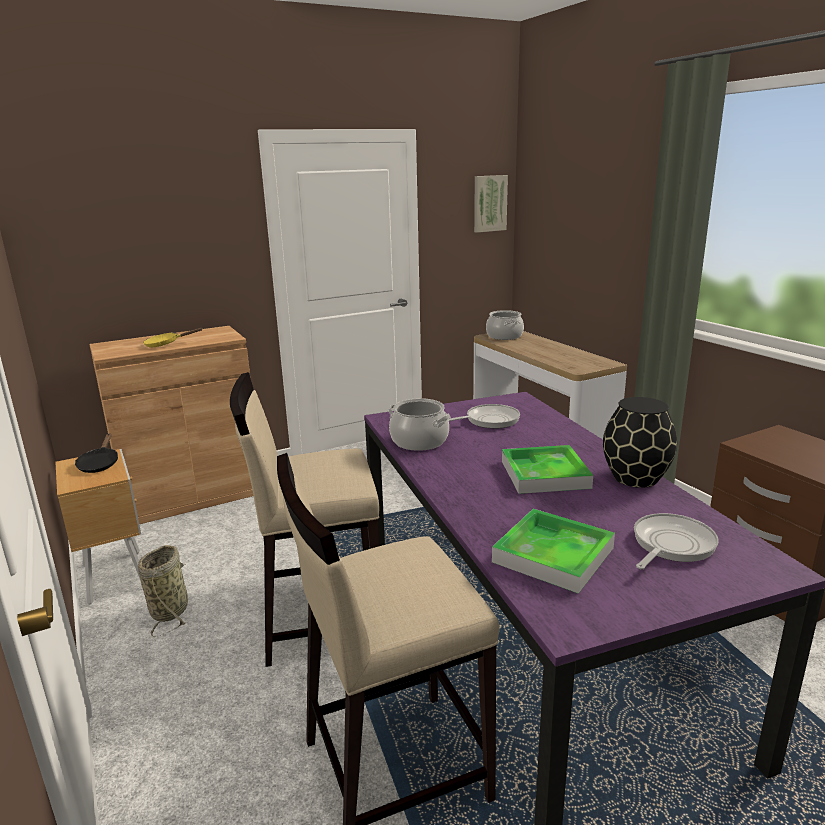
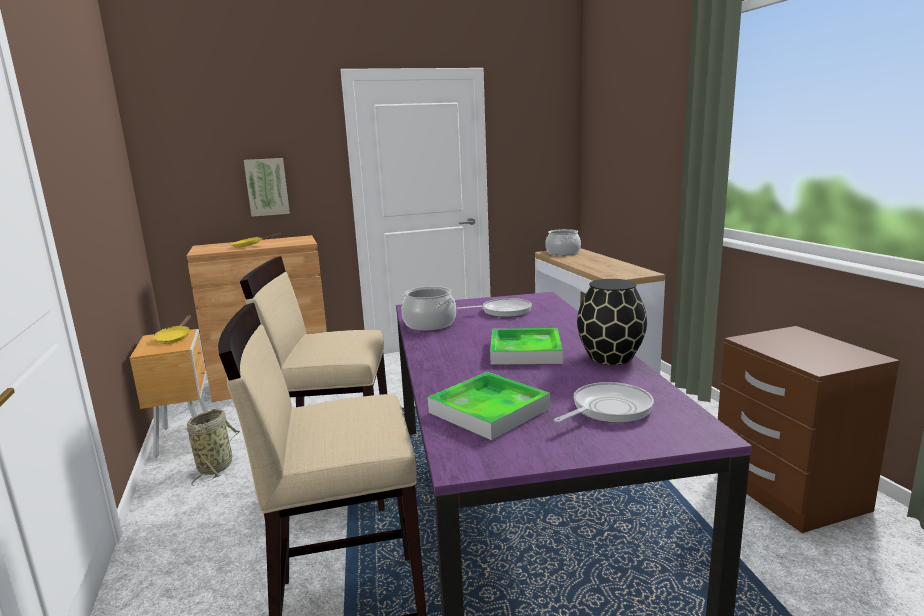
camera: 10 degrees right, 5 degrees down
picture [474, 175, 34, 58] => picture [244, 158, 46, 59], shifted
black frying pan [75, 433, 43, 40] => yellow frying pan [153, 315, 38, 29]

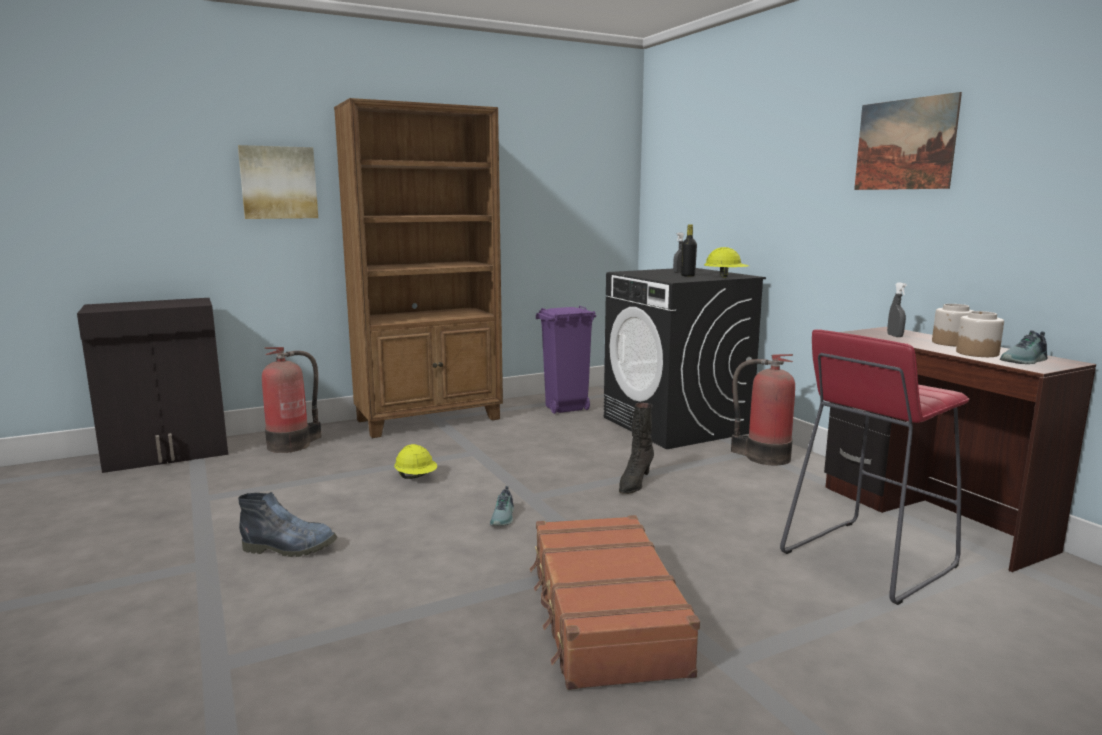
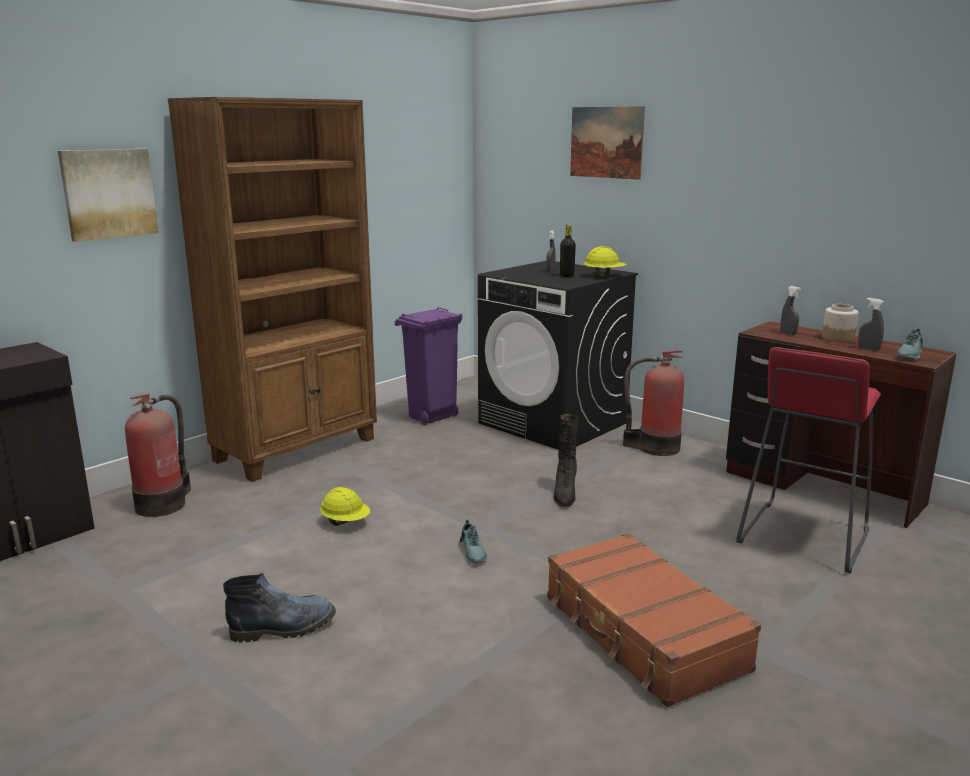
camera: 20 degrees left, 5 degrees up
picture [854, 92, 108, 98] => picture [570, 106, 75, 74], shifted
jar [956, 311, 48, 46] => grey spray bottle [858, 298, 26, 53]

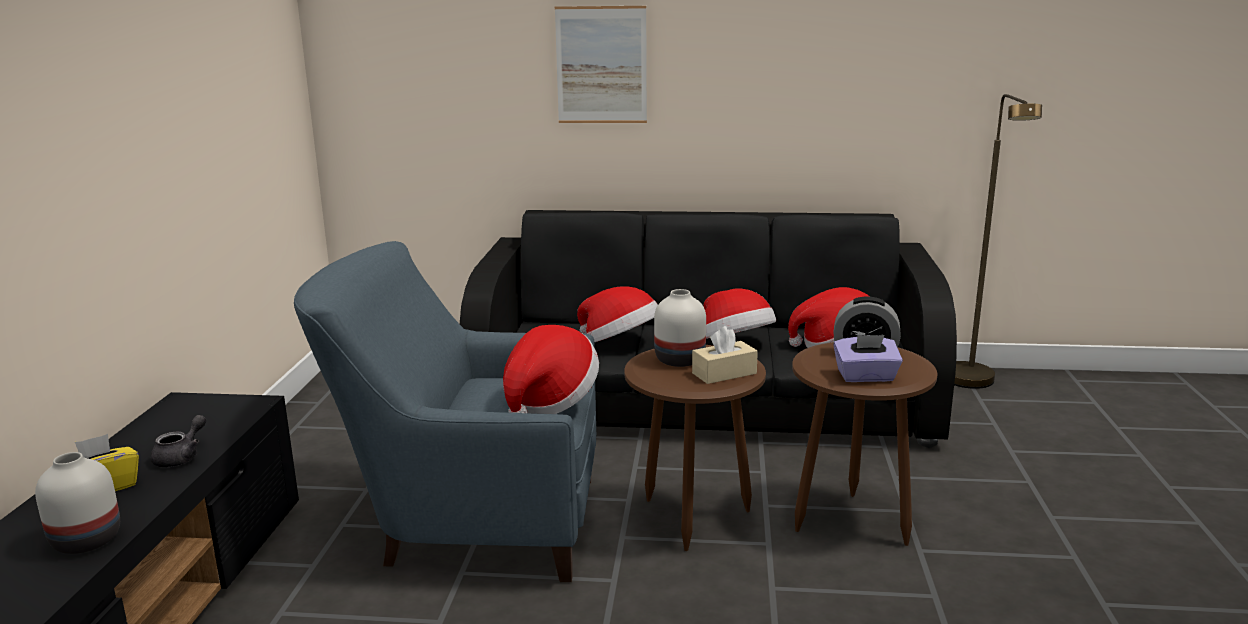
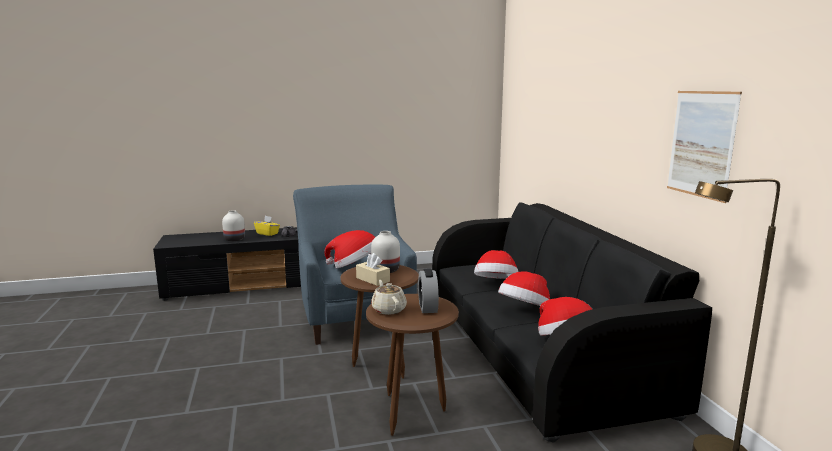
camera: 70 degrees right, 5 degrees down
picture [555, 6, 92, 117] => picture [667, 91, 75, 112], shifted
purple tissue box [833, 334, 70, 48] => beige teapot [371, 280, 36, 35]

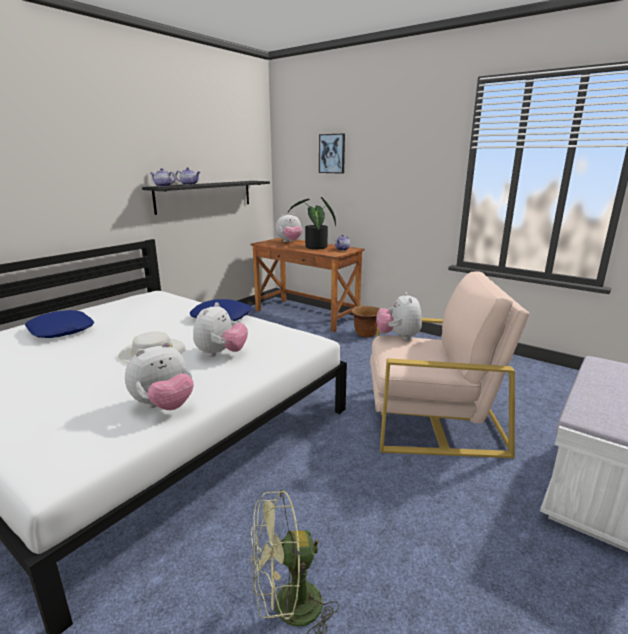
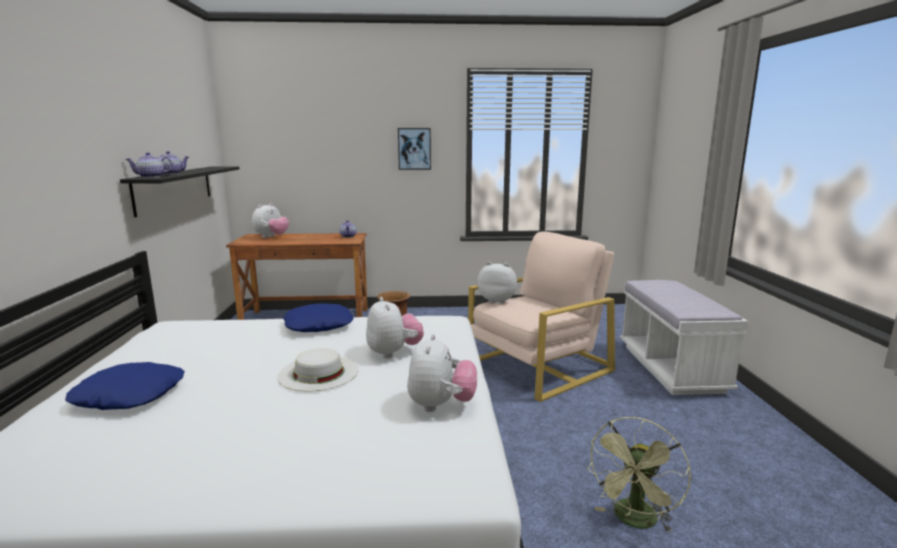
camera: 40 degrees left, 5 degrees down
potted plant [288, 197, 48, 52] => nothing
picture [319, 133, 26, 41] => picture [398, 128, 33, 42], shifted
plush toy [376, 292, 46, 48] => plush toy [477, 262, 40, 42], 150 degrees clockwise

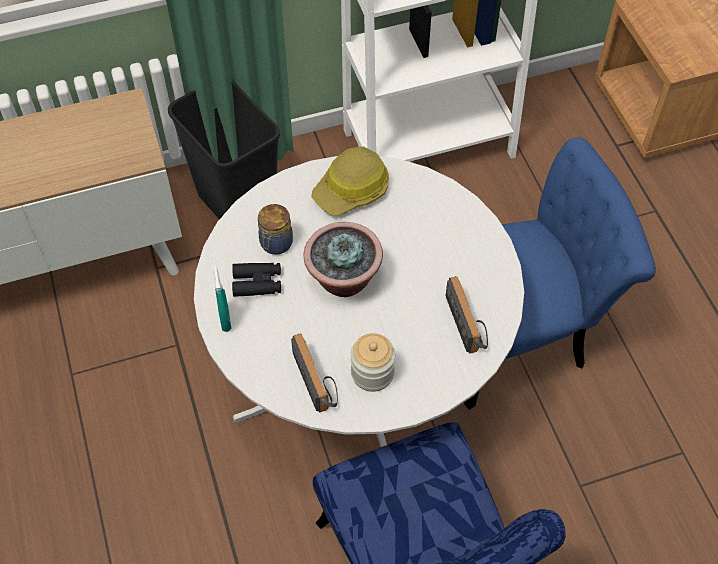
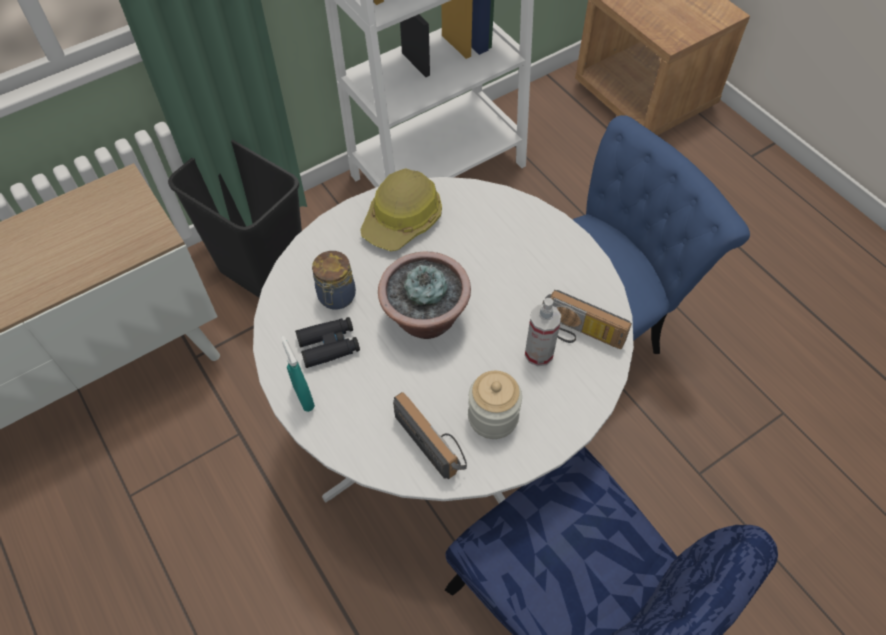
camera: 15 degrees left, 0 degrees up
nothing => spray bottle [525, 298, 36, 68]
radio [445, 276, 43, 78] => radio [542, 290, 90, 59], 150 degrees clockwise

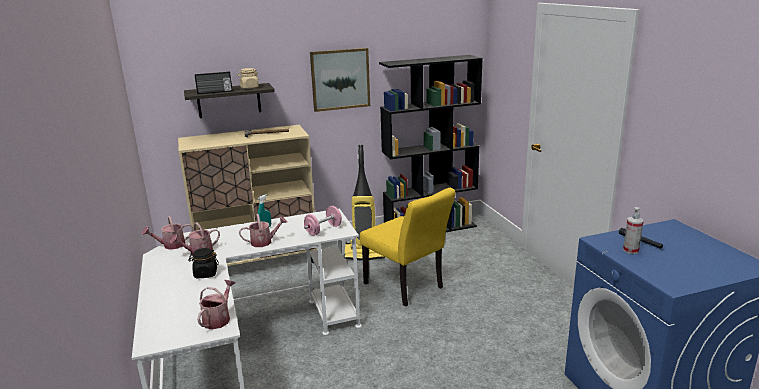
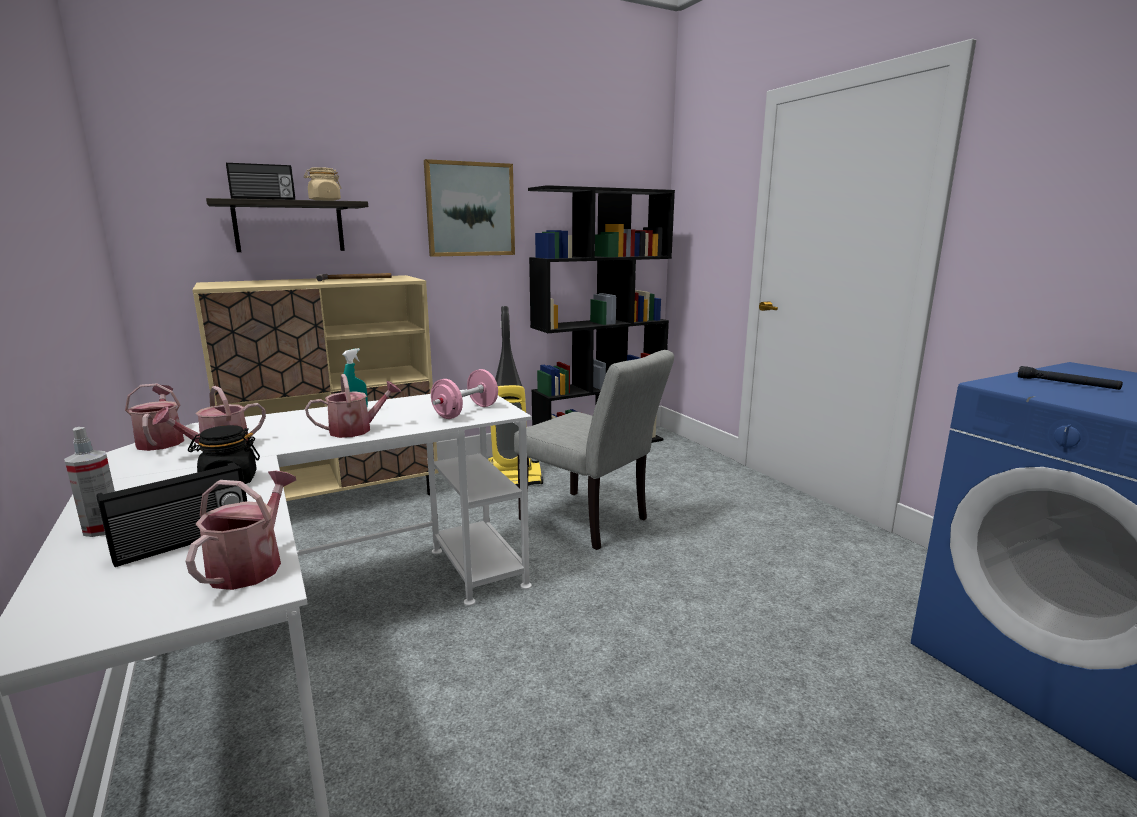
camera: 10 degrees left, 5 degrees down
nothing => radio [97, 462, 150, 105]
spray bottle [623, 207, 21, 47] => spray bottle [64, 427, 51, 110], shifted
yellow chair [360, 188, 96, 119] => grey chair [514, 350, 160, 200]
watering can [142, 216, 51, 34] => watering can [125, 383, 59, 68], 105 degrees clockwise

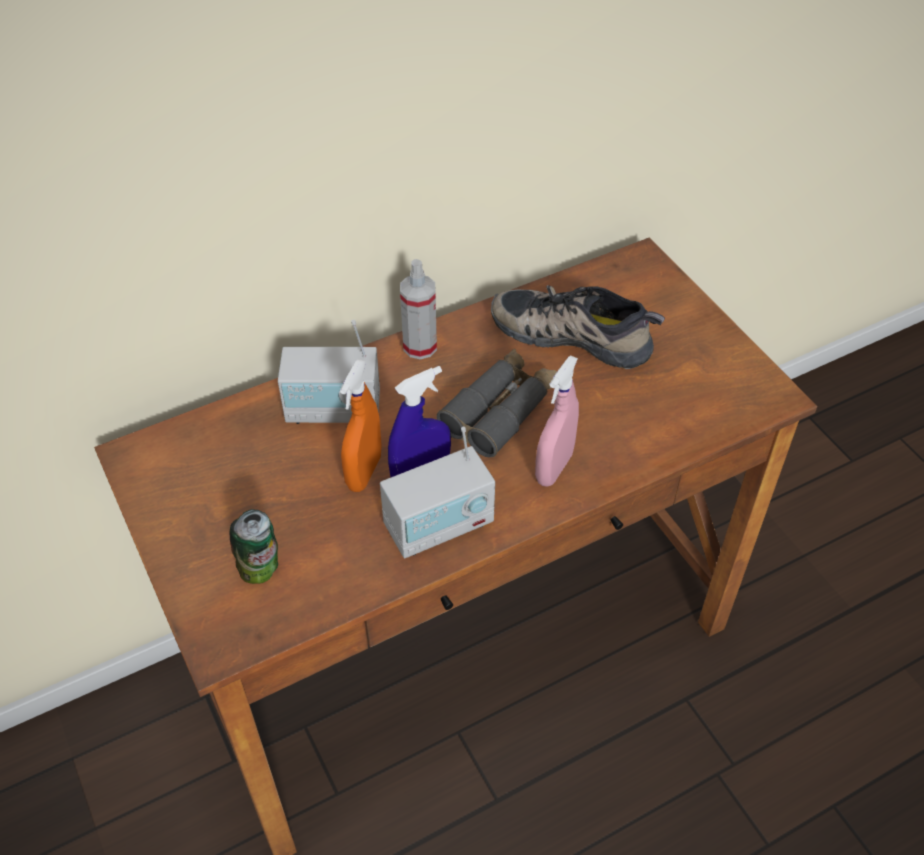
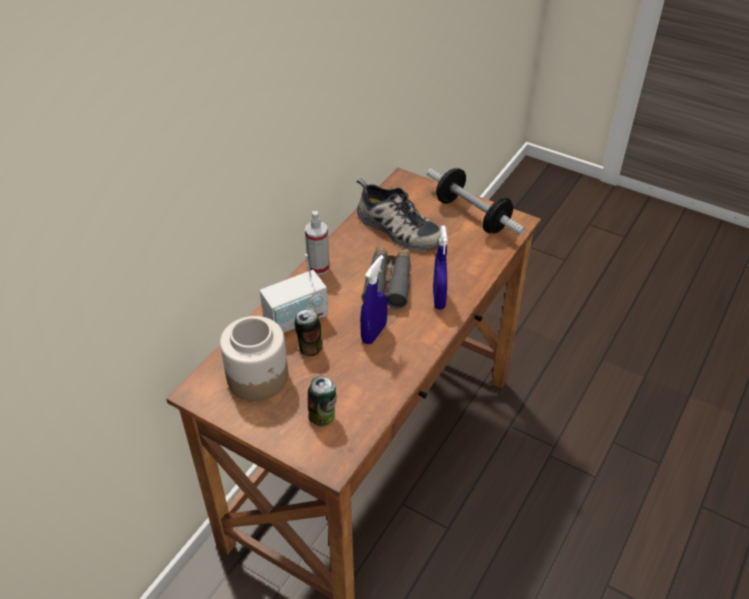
camera: 30 degrees left, 5 degrees down
orange spray bottle [340, 359, 42, 133] => nothing
radio [380, 427, 115, 131] => nothing
nothing => jar [220, 316, 68, 85]
nothing => can [294, 307, 29, 49]
nothing => dumbbell [427, 168, 98, 67]
pink spray bottle [535, 355, 44, 132] => blue spray bottle [433, 226, 15, 84]
shoe [491, 285, 174, 84] => shoe [357, 179, 84, 72], 135 degrees counterclockwise

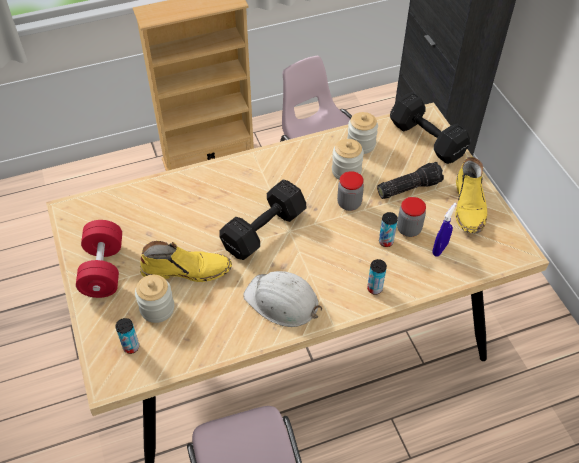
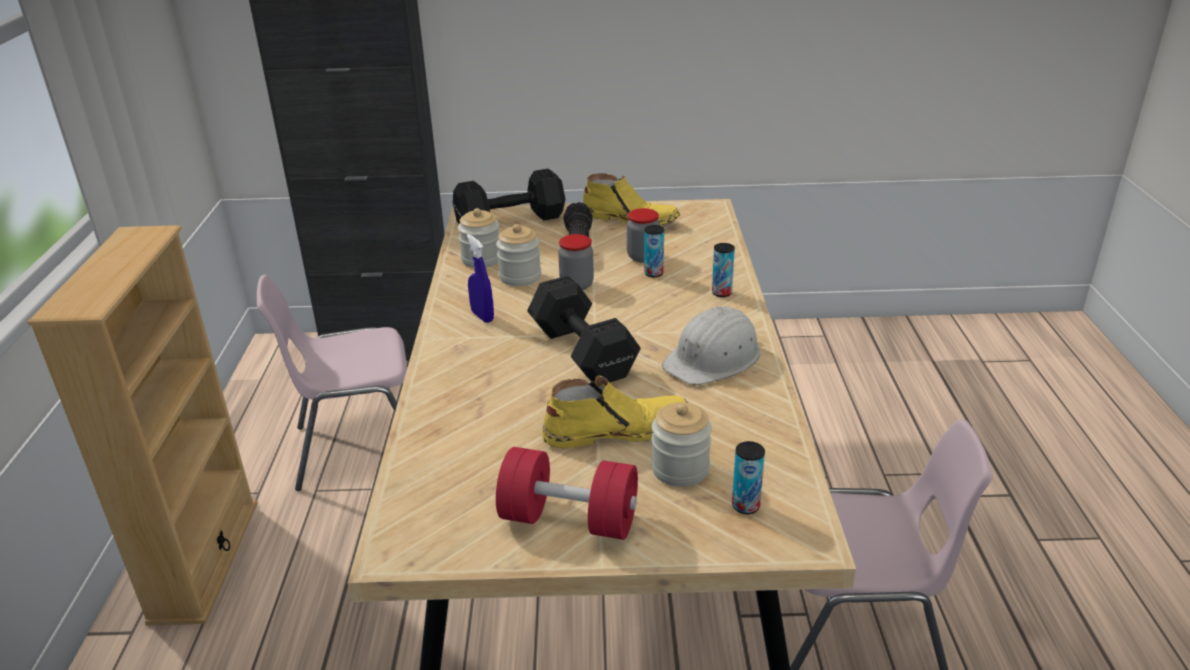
camera: 70 degrees left, 20 degrees down
blue spray bottle [432, 203, 25, 54] => blue spray bottle [467, 234, 27, 89], shifted
yellow boot [140, 241, 92, 41] => yellow boot [542, 376, 146, 72], 60 degrees clockwise

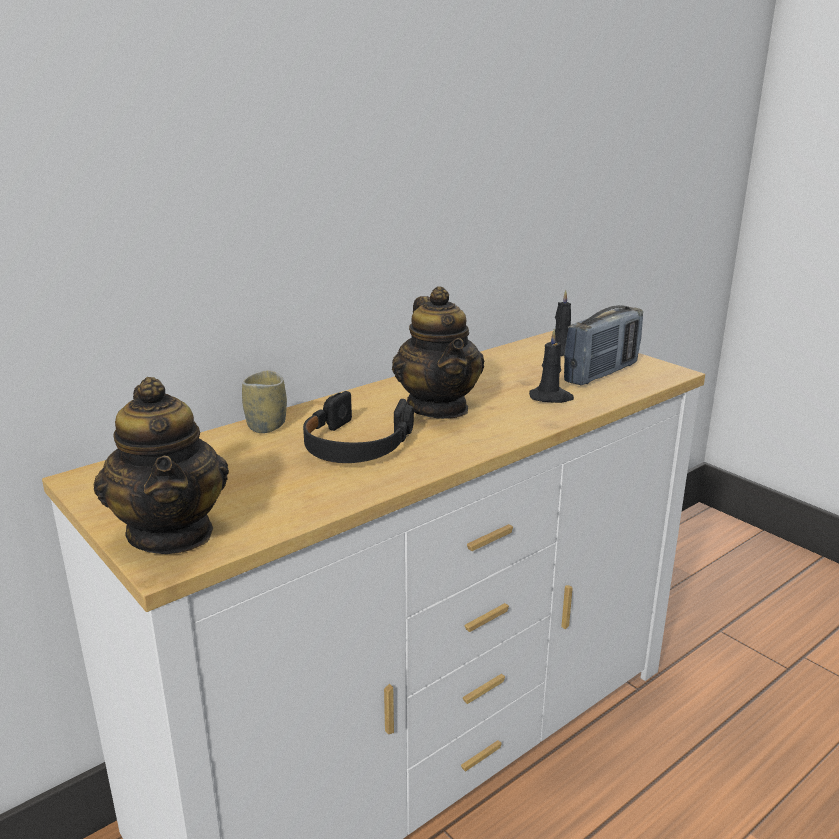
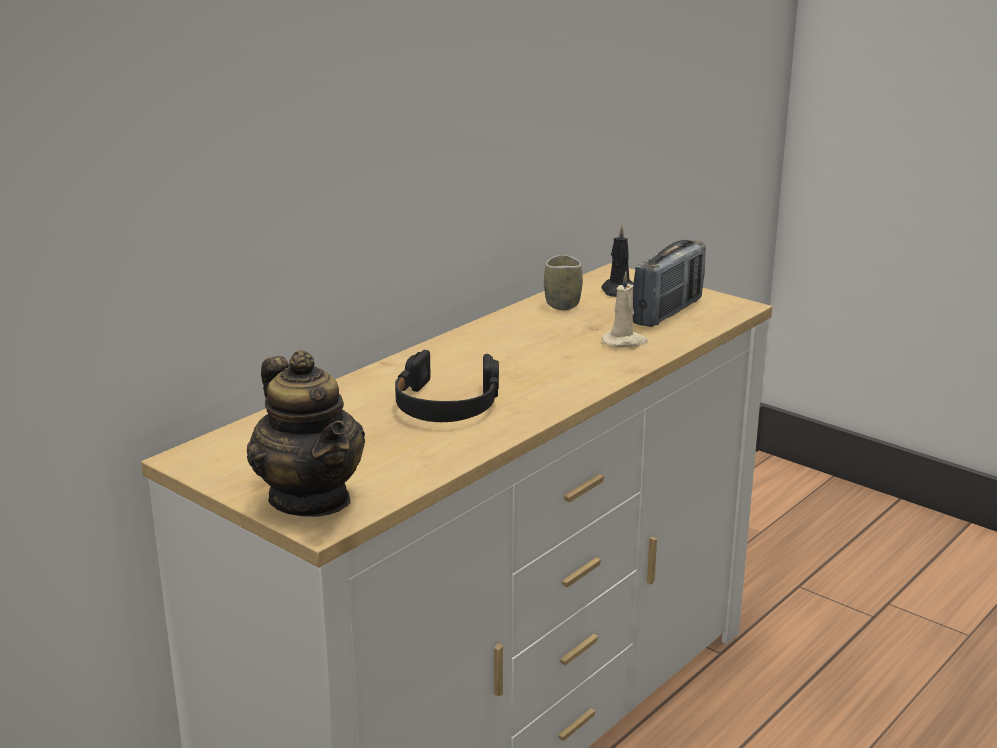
camera: 10 degrees left, 0 degrees up
teapot [392, 286, 92, 133] => nothing
cup [242, 370, 45, 63] => cup [544, 255, 39, 55], shifted
black candle [529, 328, 45, 75] => beige candle [602, 272, 46, 75]

